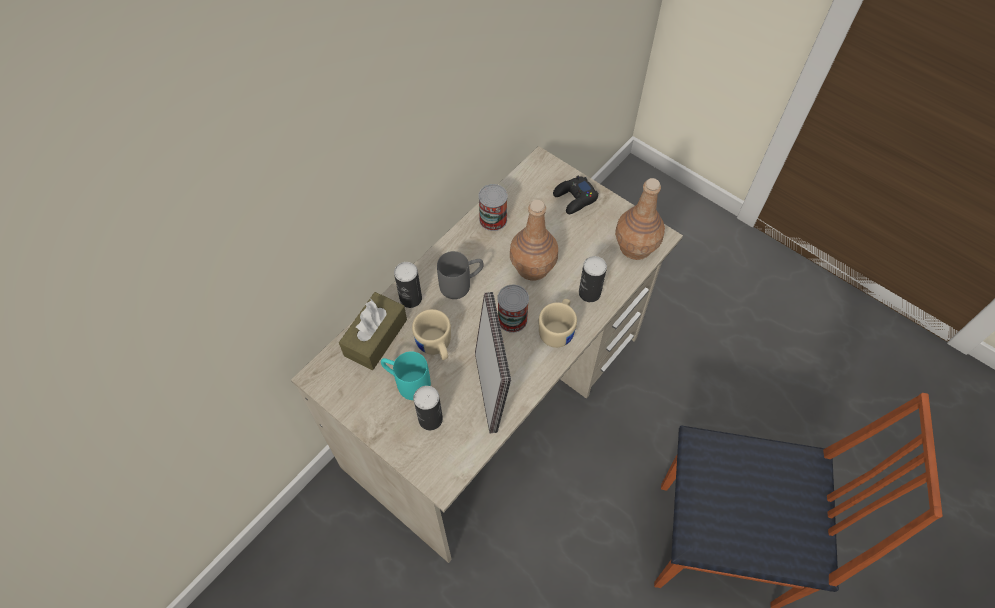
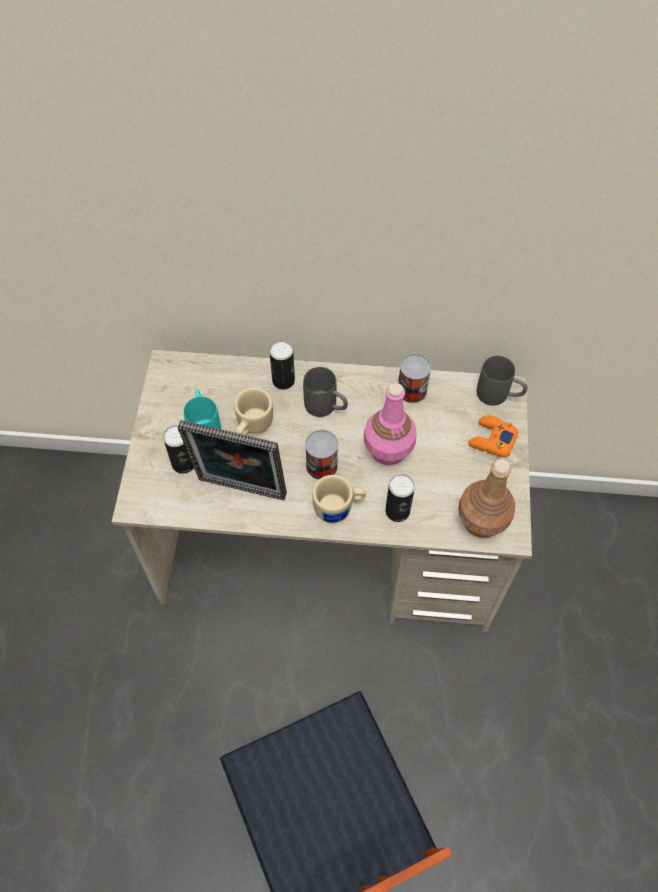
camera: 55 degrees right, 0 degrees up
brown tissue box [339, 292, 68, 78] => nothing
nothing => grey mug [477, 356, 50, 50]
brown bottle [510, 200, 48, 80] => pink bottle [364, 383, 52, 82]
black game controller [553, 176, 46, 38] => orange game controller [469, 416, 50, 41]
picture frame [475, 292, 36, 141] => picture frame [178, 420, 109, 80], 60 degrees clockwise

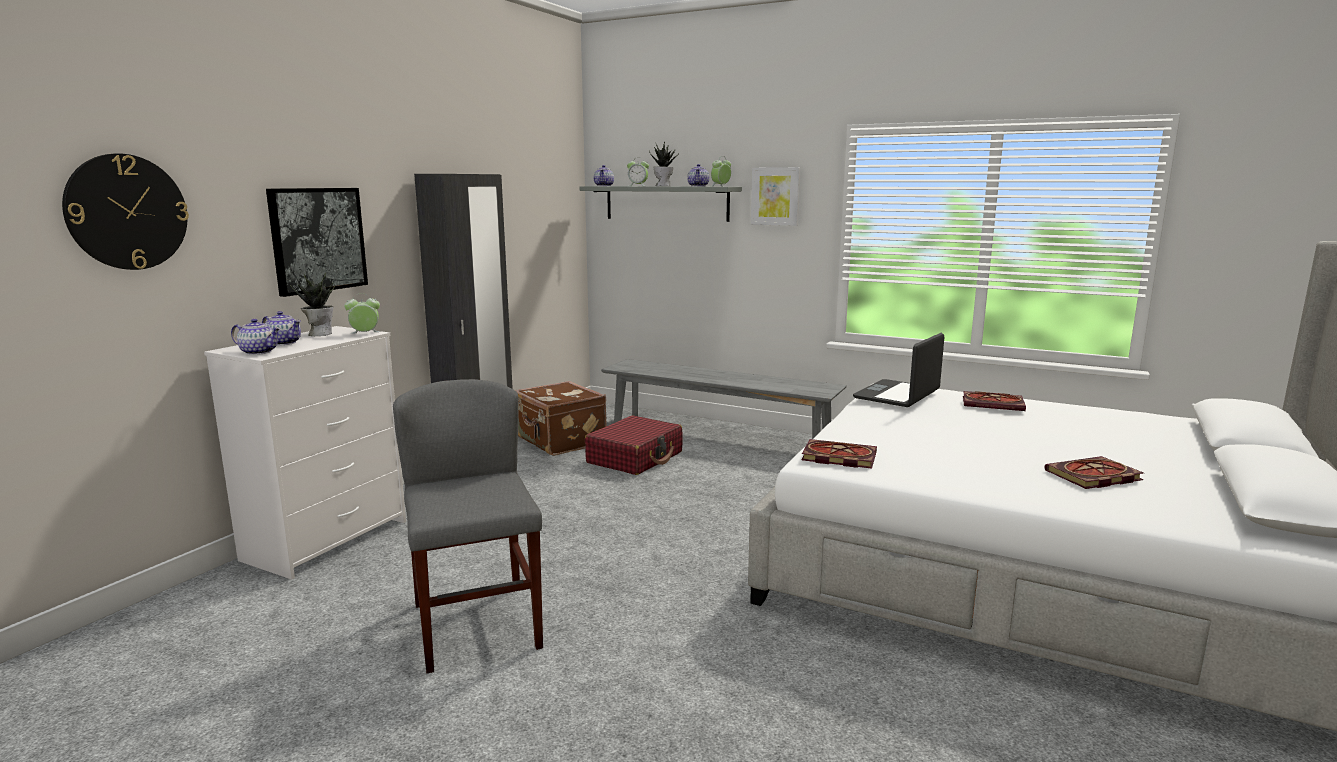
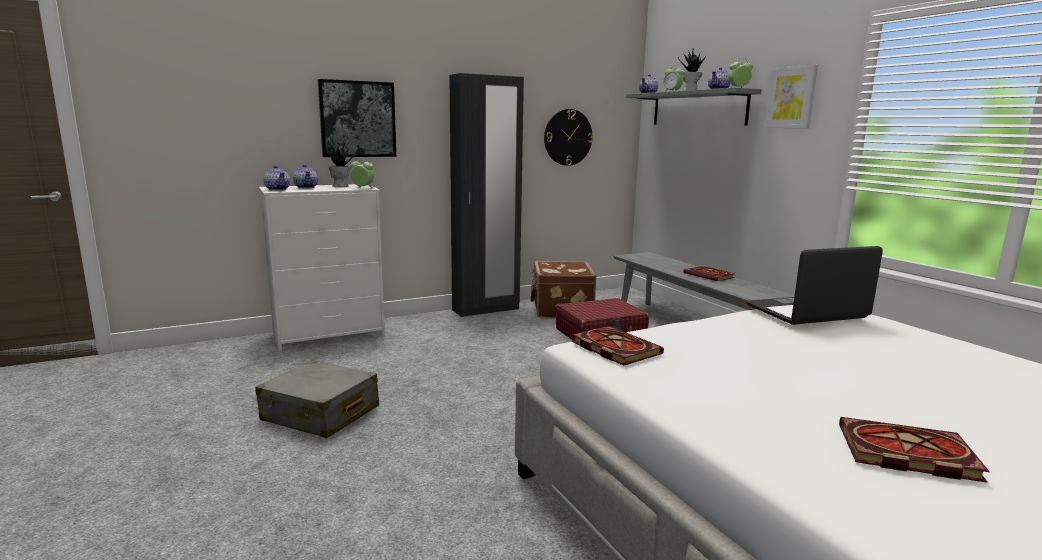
camera: 35 degrees right, 0 degrees up
wall clock [62, 153, 127, 117] => wall clock [544, 109, 49, 57], shifted
book [963, 391, 63, 20] => book [684, 266, 51, 15], shifted
grey chair [393, 379, 150, 294] => grey suitcase [255, 360, 124, 78]

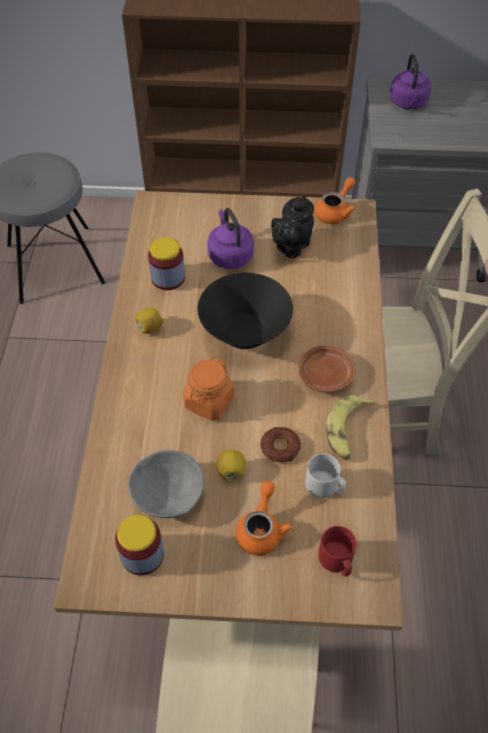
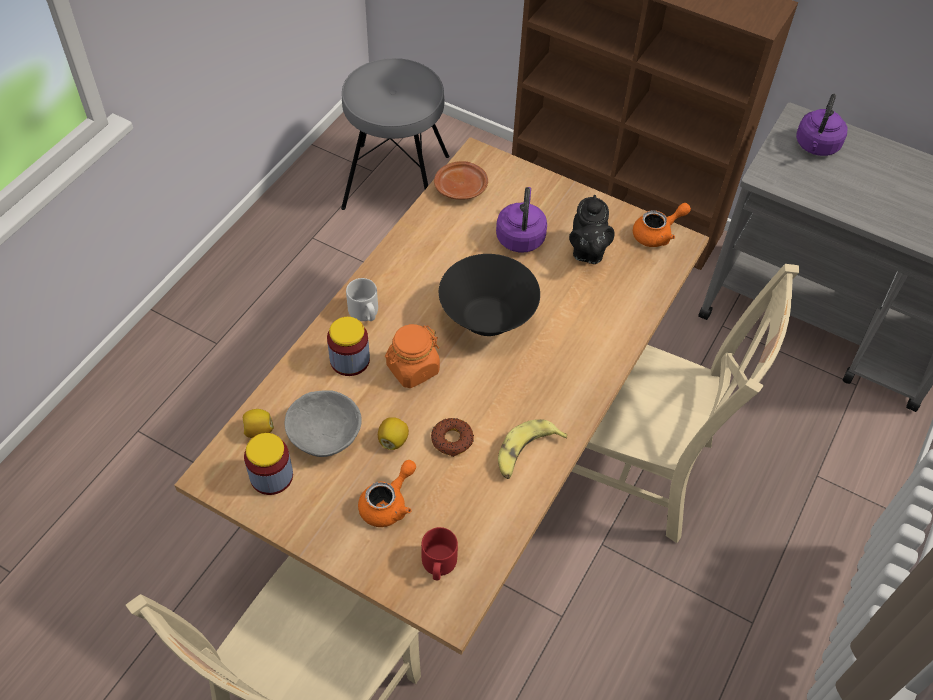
camera: 25 degrees right, 0 degrees up
lemon [135, 308, 28, 26] => lemon [243, 409, 31, 29], shifted
jar [148, 237, 37, 53] => jar [327, 317, 43, 59], shifted
brown plate [298, 346, 58, 47] => brown plate [434, 161, 54, 39], shifted
grey mug [305, 454, 41, 44] => grey mug [346, 278, 32, 43], shifted
black teapot [271, 195, 43, 63] => black teapot [569, 195, 45, 69], 60 degrees counterclockwise

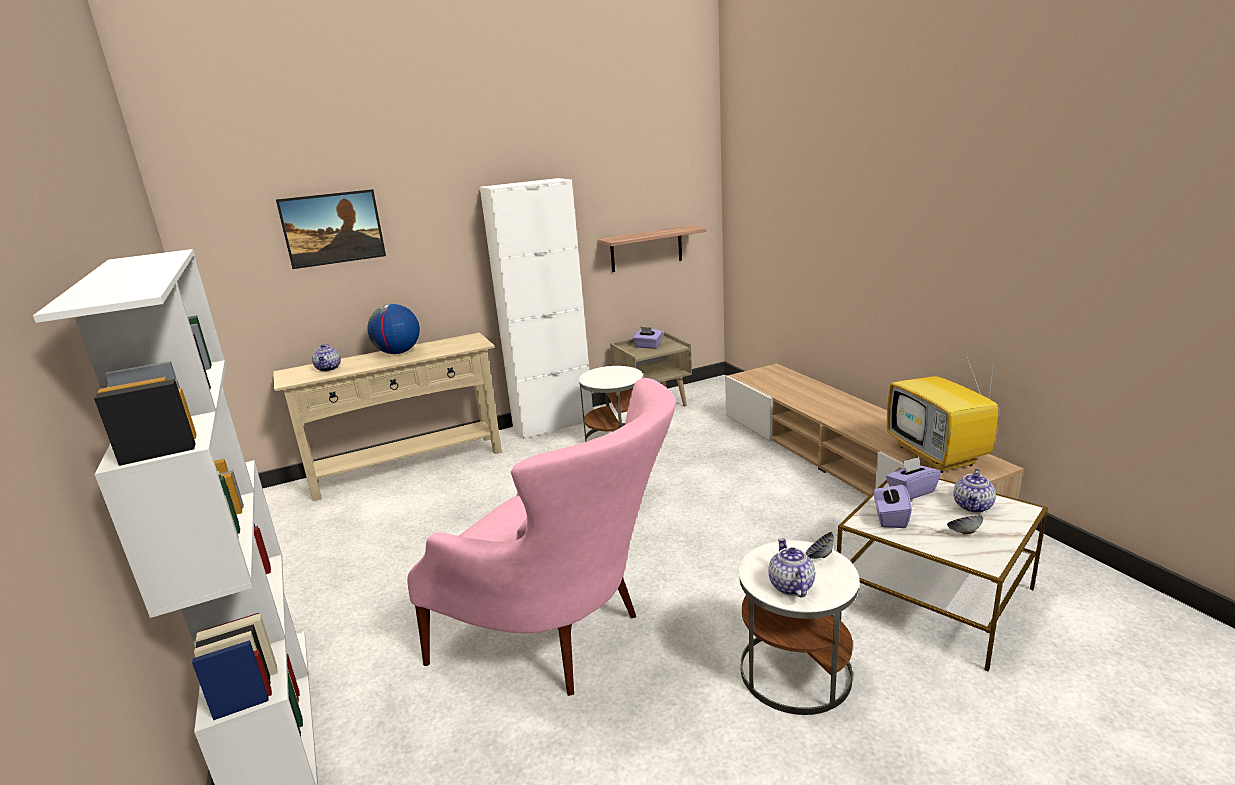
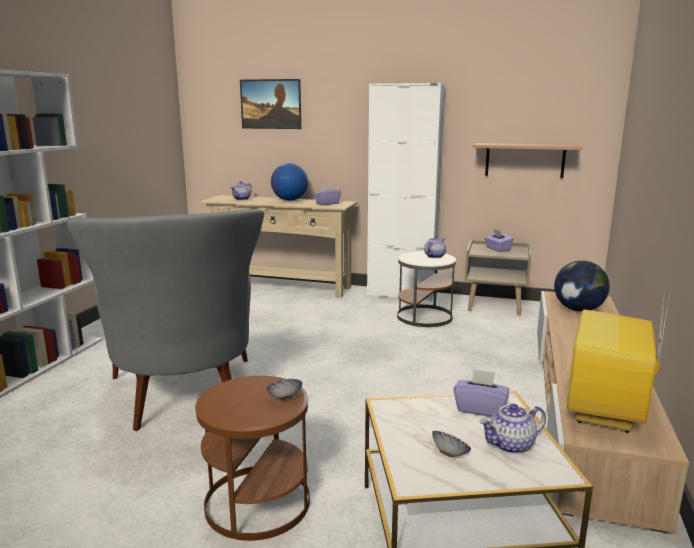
camera: 40 degrees right, 5 degrees down
nothing => globe [554, 260, 56, 52]
teapot [768, 538, 47, 60] => teapot [424, 236, 22, 22], shifted
purple tissue box [874, 481, 38, 47] => purple tissue box [314, 184, 27, 21], shifted
pink armchair [407, 378, 269, 318] => grey armchair [67, 209, 197, 222]
white side table [739, 540, 120, 175] => brown side table [195, 376, 115, 165]

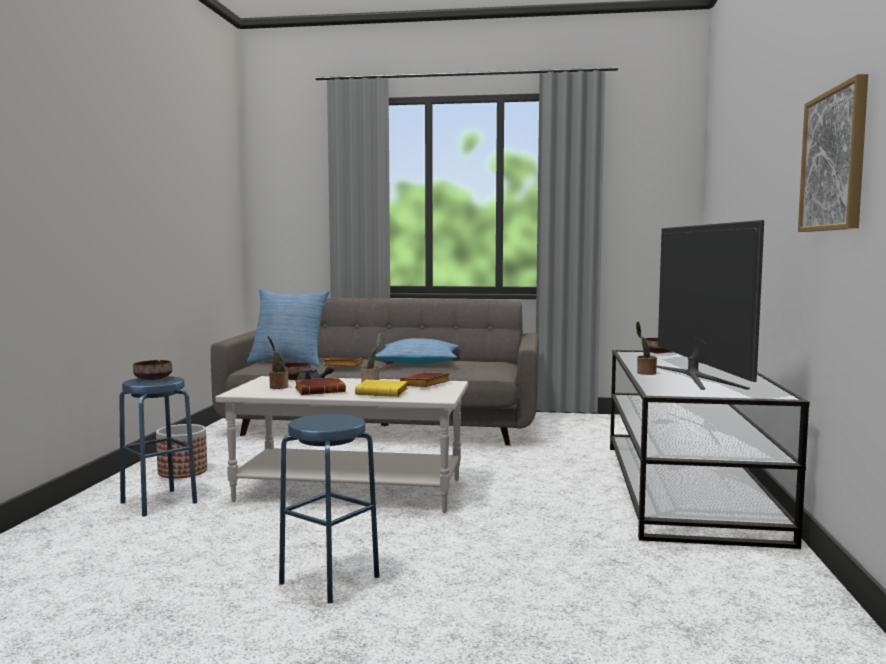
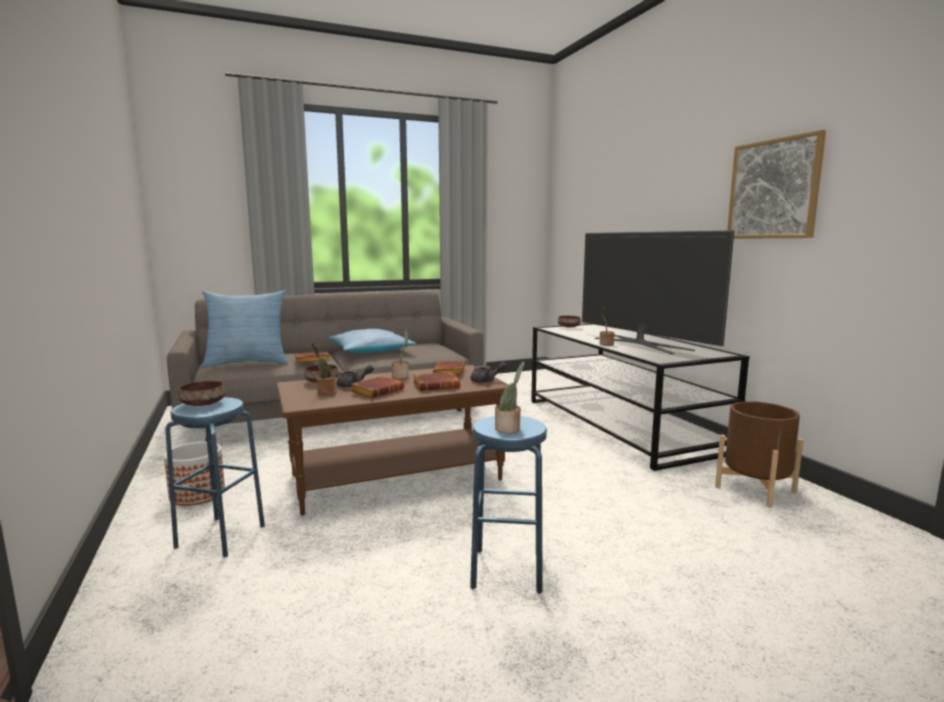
camera: 30 degrees left, 5 degrees up
nothing => grey teapot [471, 362, 36, 21]
nothing => potted plant [495, 362, 29, 71]
nothing => brown planter [715, 401, 88, 107]
white coffee table [215, 376, 253, 137] => brown coffee table [277, 365, 231, 151]
yellow book [355, 380, 53, 17] => brown book [413, 372, 47, 19]

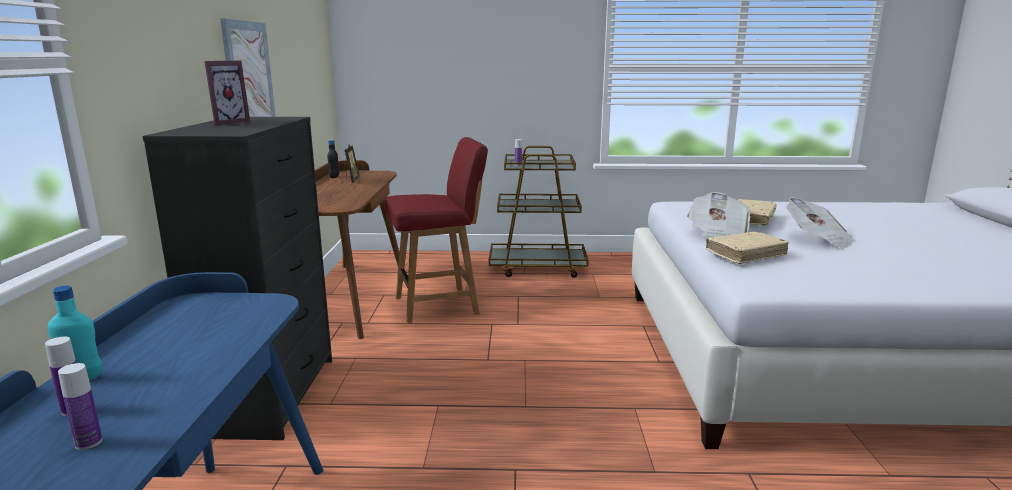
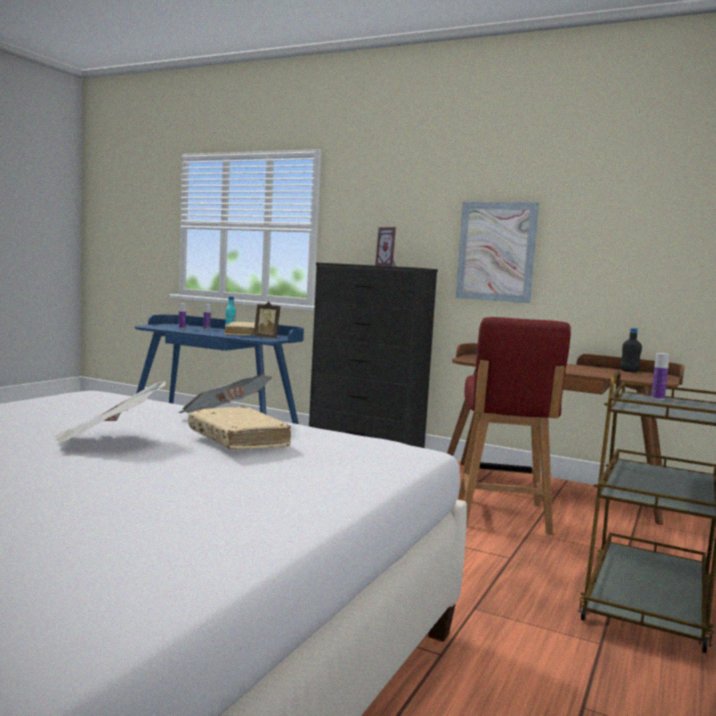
camera: 115 degrees right, 10 degrees down
picture frame [341, 143, 19, 40] => picture frame [254, 301, 27, 38], shifted
beige book [706, 232, 83, 32] => beige book [225, 321, 30, 15], shifted

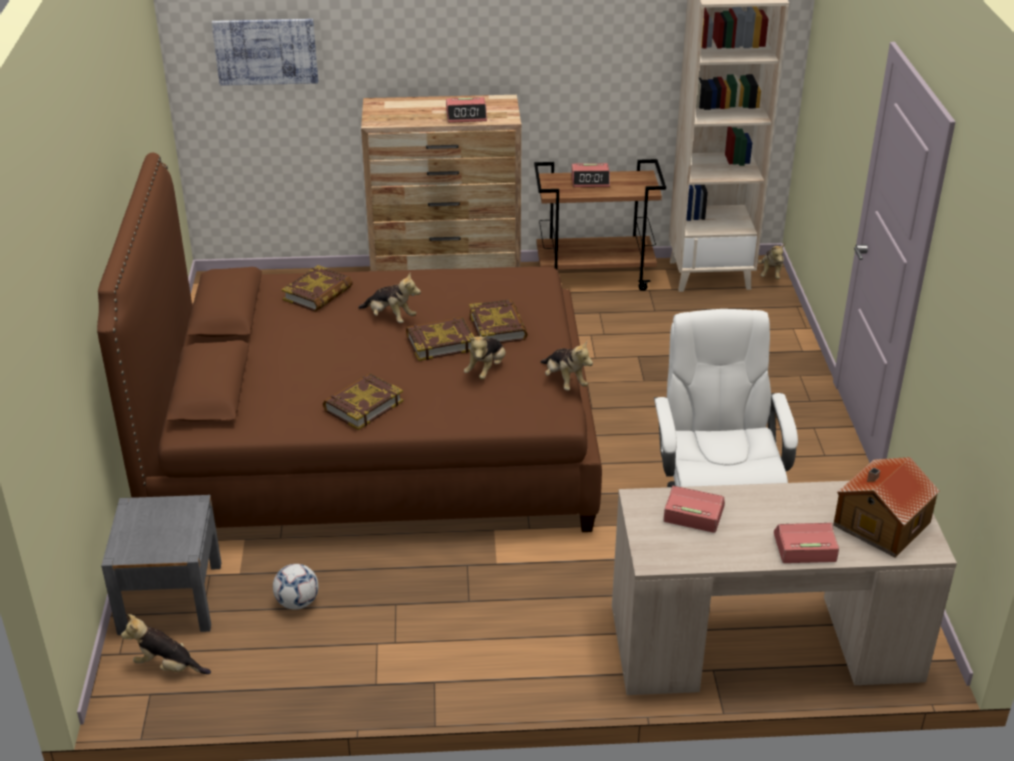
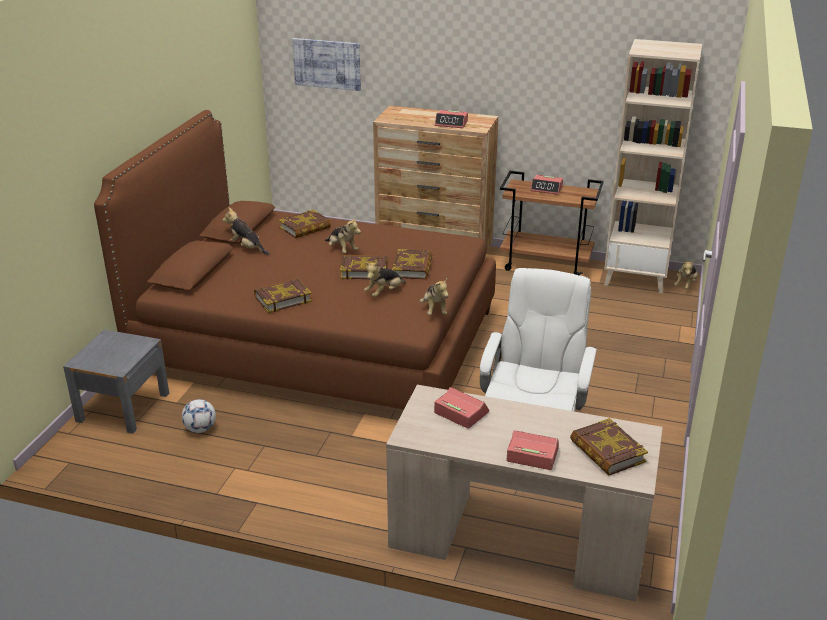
camera: 20 degrees right, 5 degrees down
plush toy [121, 614, 90, 60] => plush toy [222, 207, 47, 48], shifted
toy house [833, 457, 107, 100] => book [570, 418, 78, 57]

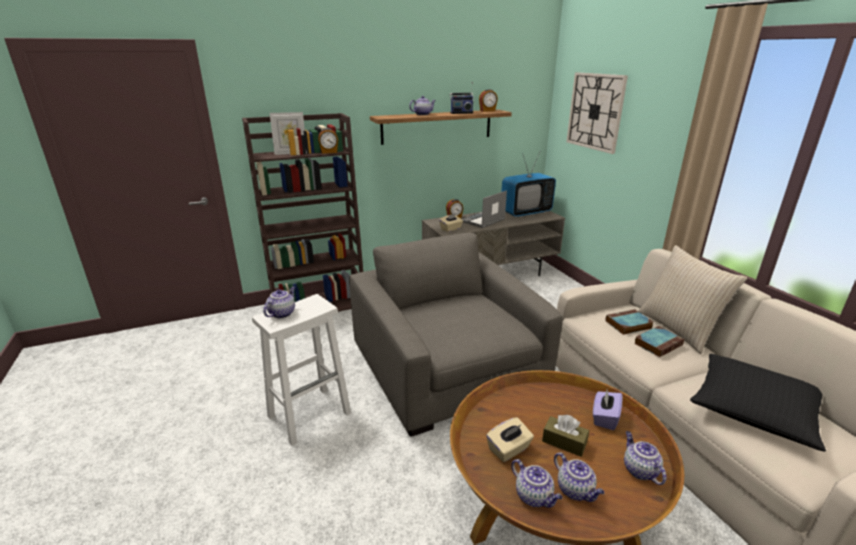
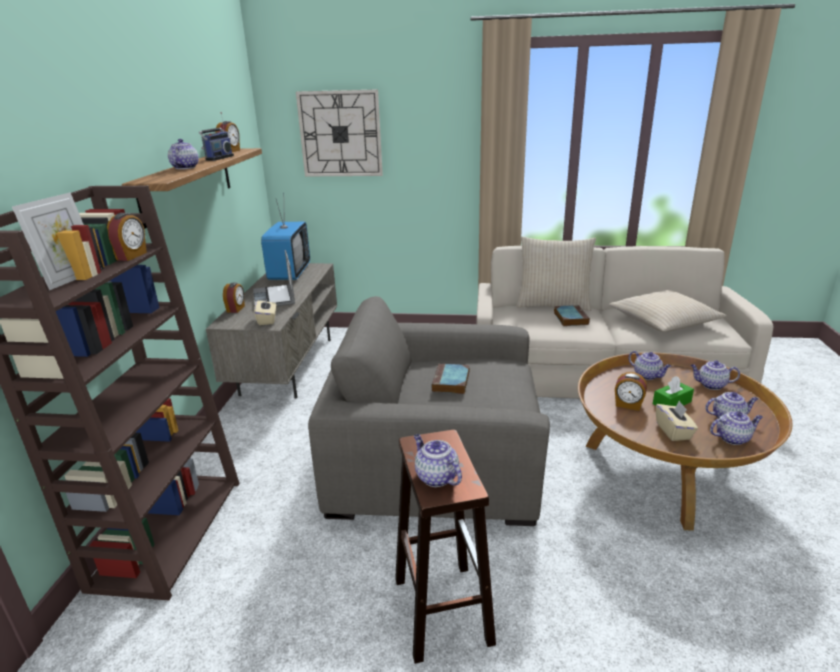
camera: 60 degrees left, 0 degrees up
nothing => alarm clock [615, 372, 32, 39]
book [605, 309, 48, 26] => book [432, 364, 38, 30], shifted
purple tissue box [593, 390, 30, 40] => teapot [629, 351, 42, 29]
white stool [252, 294, 99, 152] => brown stool [395, 430, 101, 234]
brown tissue box [542, 415, 47, 42] => green tissue box [653, 376, 41, 30]
black pillow [690, 354, 136, 97] => beige pillow [609, 290, 118, 42]

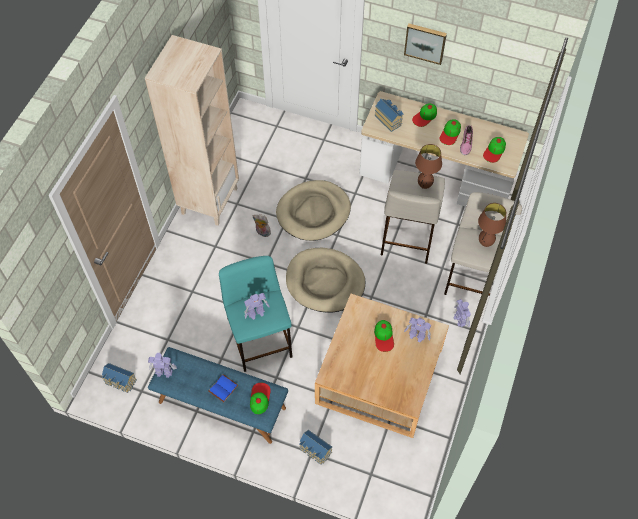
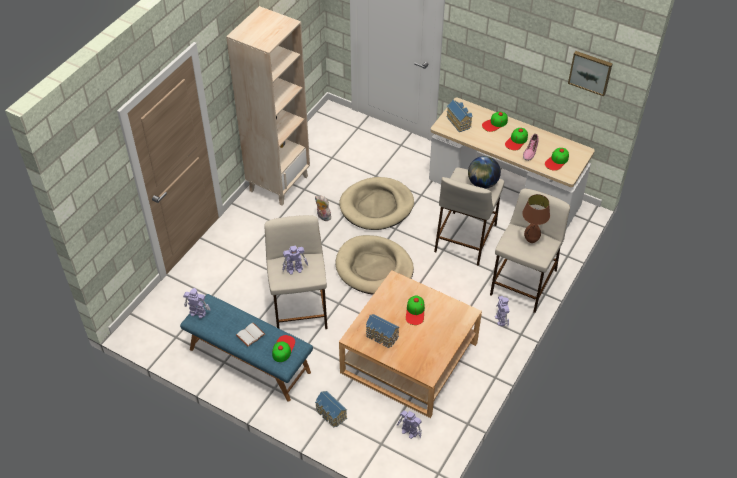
camera: 10 degrees right, 10 degrees down
toy house [102, 363, 35, 30] => toy house [366, 314, 34, 34], shifted
picture [404, 24, 43, 41] => picture [568, 51, 45, 45], shifted
toy robot [404, 318, 27, 24] => toy robot [397, 410, 25, 29], shifted
brown table lamp [415, 144, 27, 45] => globe [468, 156, 33, 33]
blue book [209, 374, 29, 28] => white book [236, 323, 29, 24]
turquoise stool [219, 256, 74, 116] => beige stool [264, 215, 64, 114]

